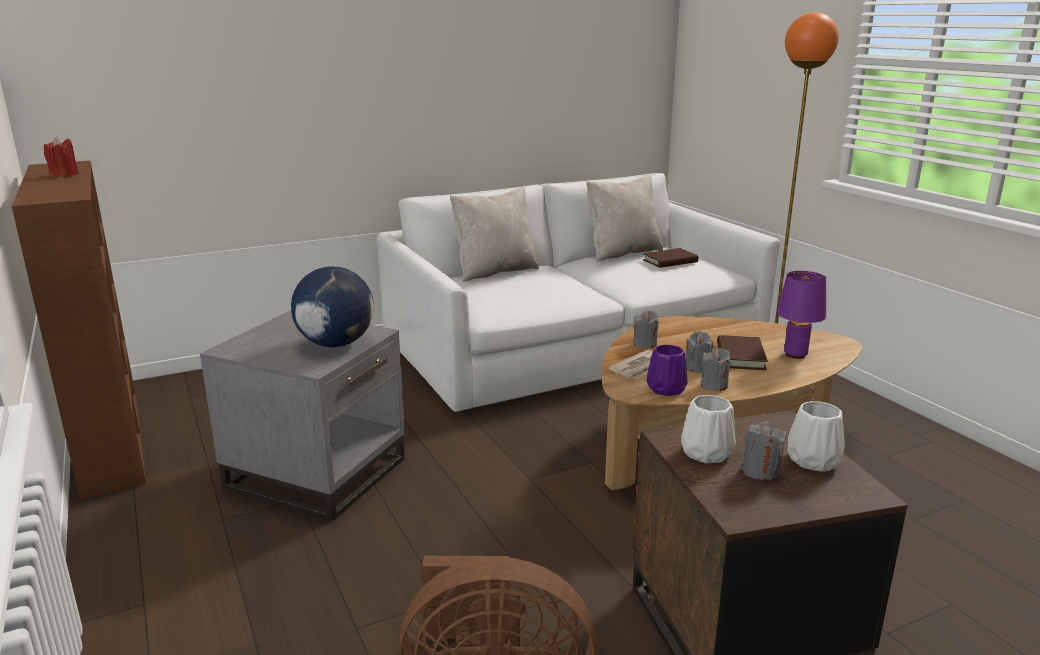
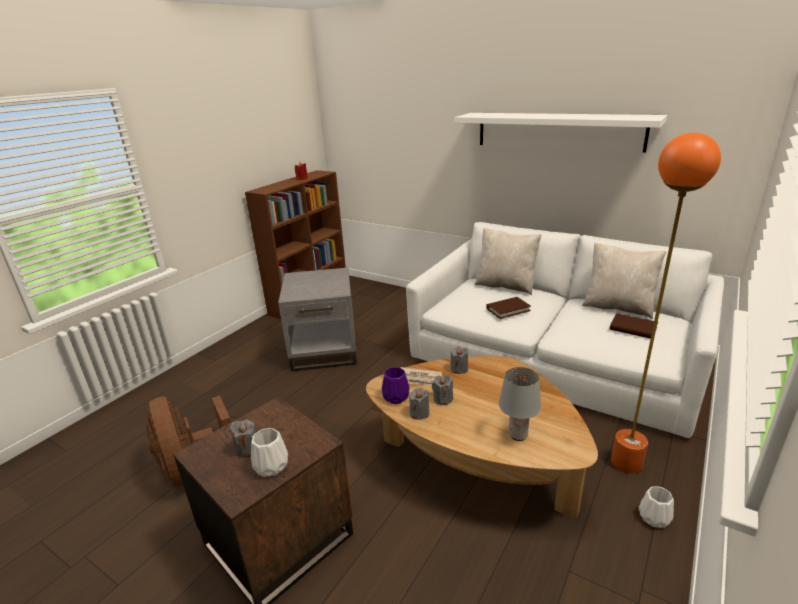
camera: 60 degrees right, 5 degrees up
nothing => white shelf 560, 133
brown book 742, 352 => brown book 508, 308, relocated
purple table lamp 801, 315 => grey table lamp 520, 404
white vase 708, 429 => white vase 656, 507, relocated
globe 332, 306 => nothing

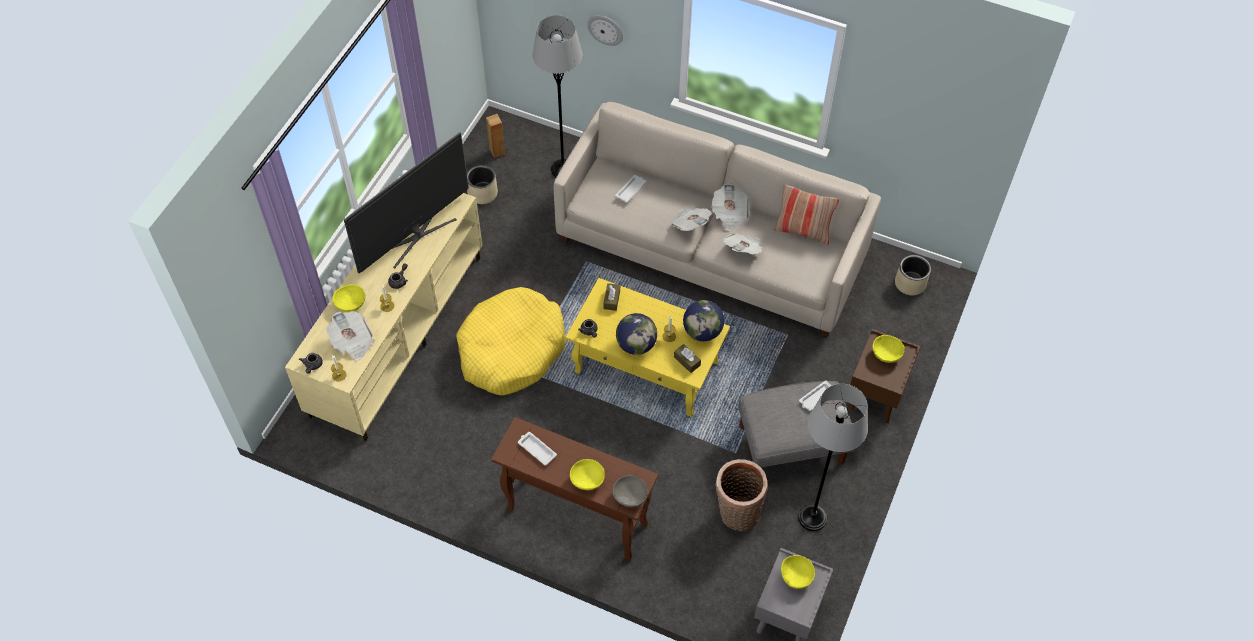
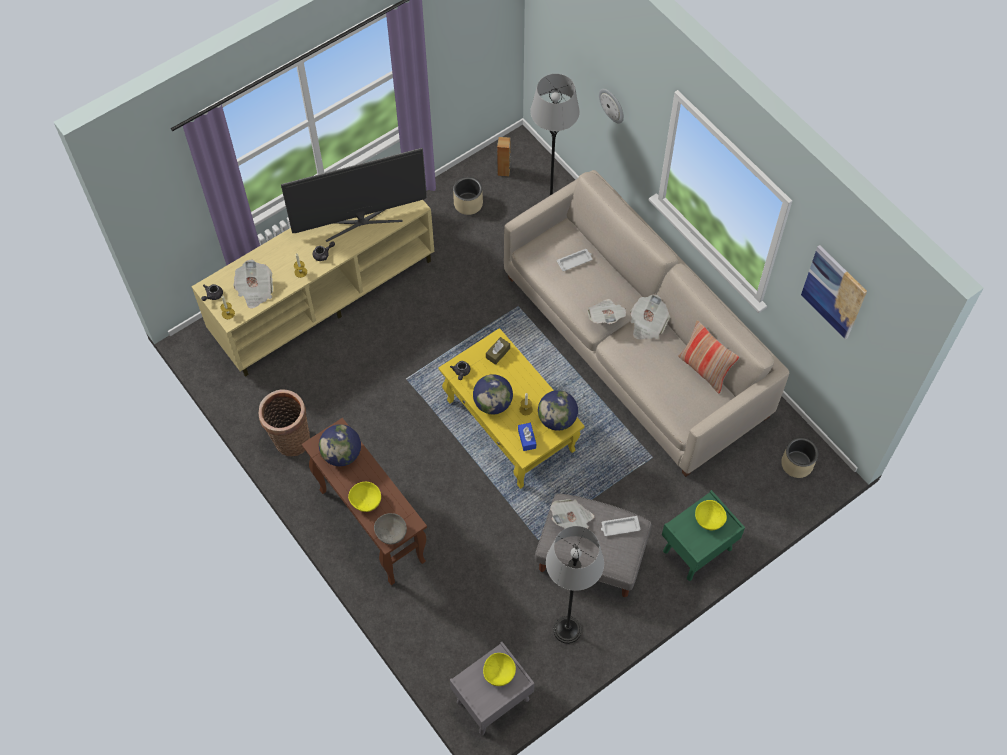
camera: 30 degrees right, 5 degrees up
basket 741, 495 => basket 284, 422, relocated
white tray 537, 449 => globe 340, 445
brown tissue box 687, 358 => blue tissue box 527, 437
newspaper 743, 244 => newspaper 572, 514, relocated
brown nightstand 884, 376 => green nightstand 703, 535
nothing => picture 834, 292
yellow bowl 349, 298 => nothing
yellow dog bed 511, 341 => nothing

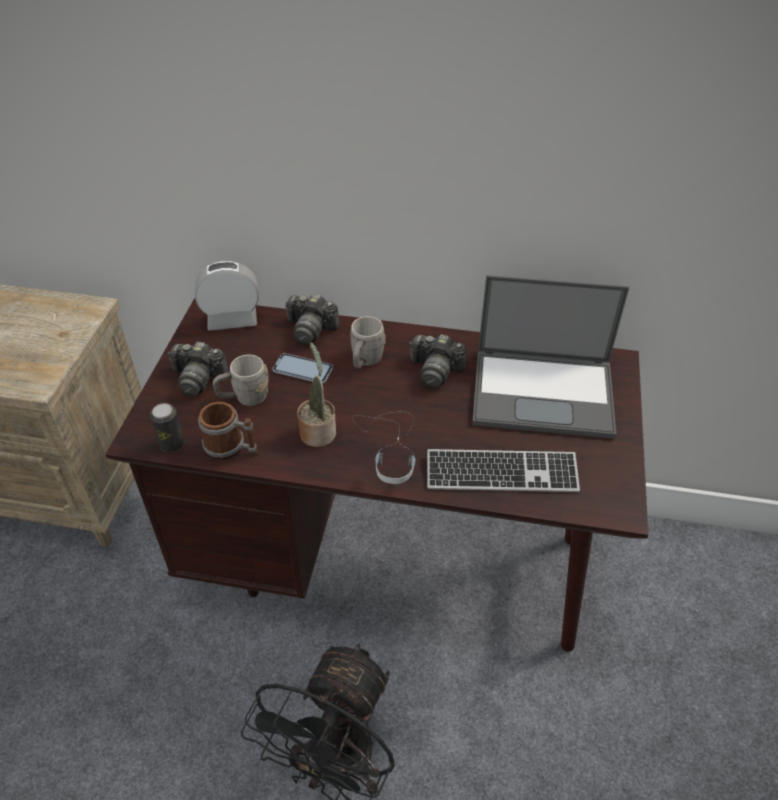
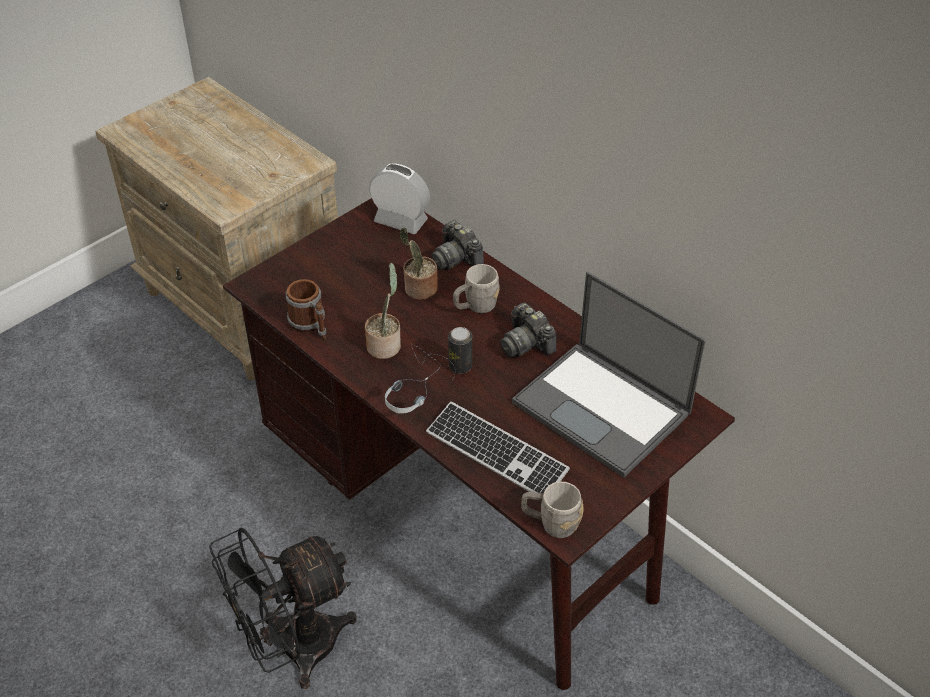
camera: 35 degrees right, 0 degrees up
phone 303, 368 => potted plant 418, 263
can 167, 427 => can 460, 350, relocated
grey mug 240, 380 => grey mug 552, 510, relocated
photo camera 198, 369 => nothing

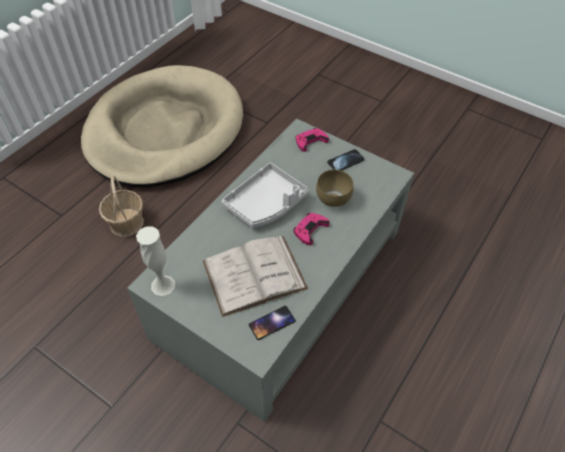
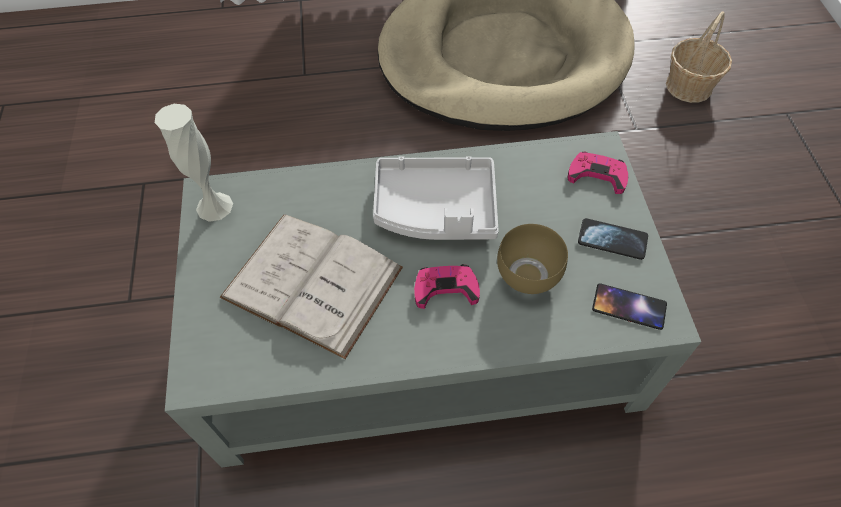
camera: 50 degrees right, 5 degrees up
phone 272, 323 => phone 629, 306, relocated
basket 121, 206 => basket 699, 57, relocated

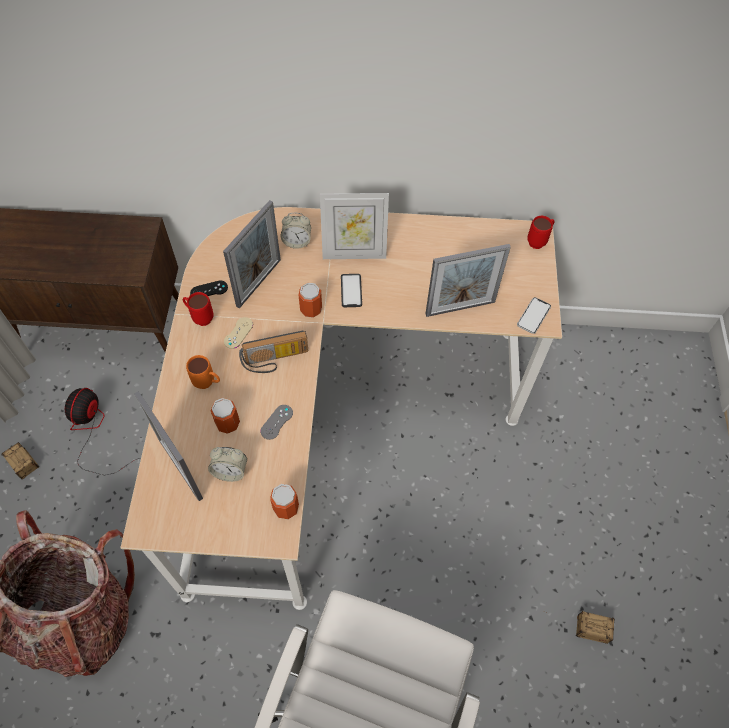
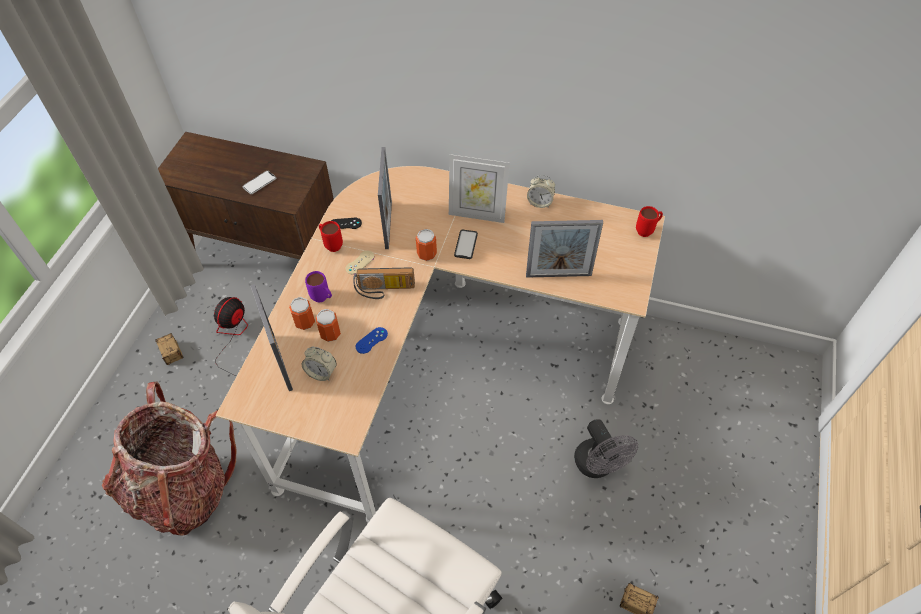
camera: 15 degrees right, 5 degrees down
phone 534, 315 => phone 259, 182, relocated
can 284, 501 => can 302, 313, relocated
orange mug 203, 372 => purple mug 318, 287
grey game controller 277, 422 => blue game controller 371, 340
picture frame 252, 254 => picture frame 385, 198, 45 degrees counterclockwise
alarm clock 296, 231 => alarm clock 541, 191, relocated
nothing => grey fan 606, 448

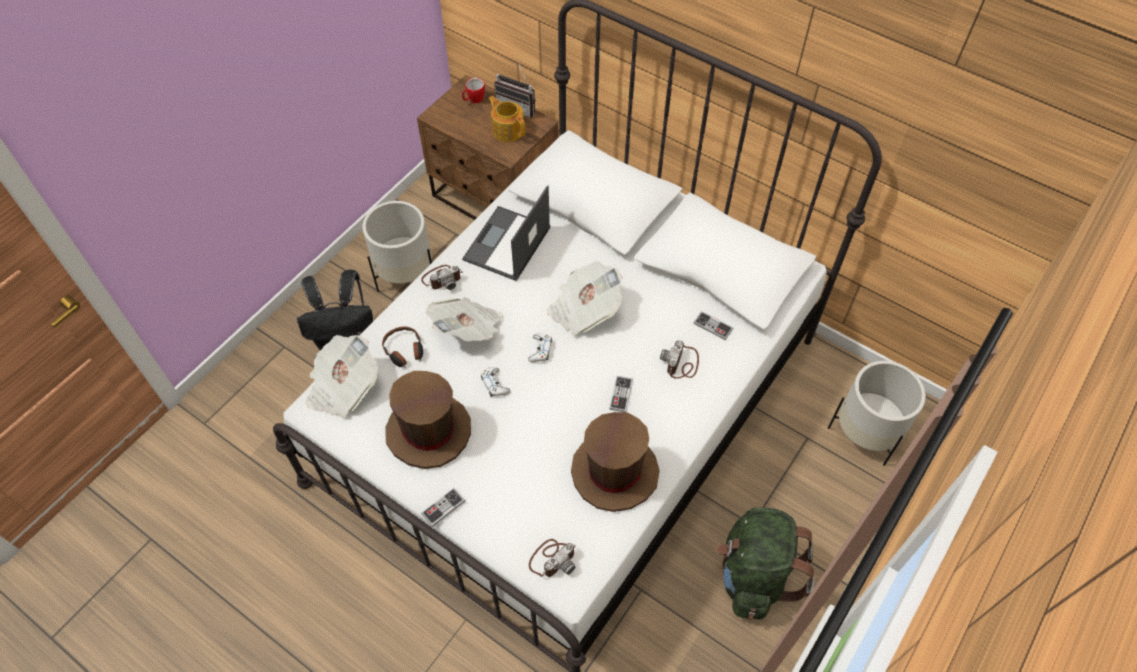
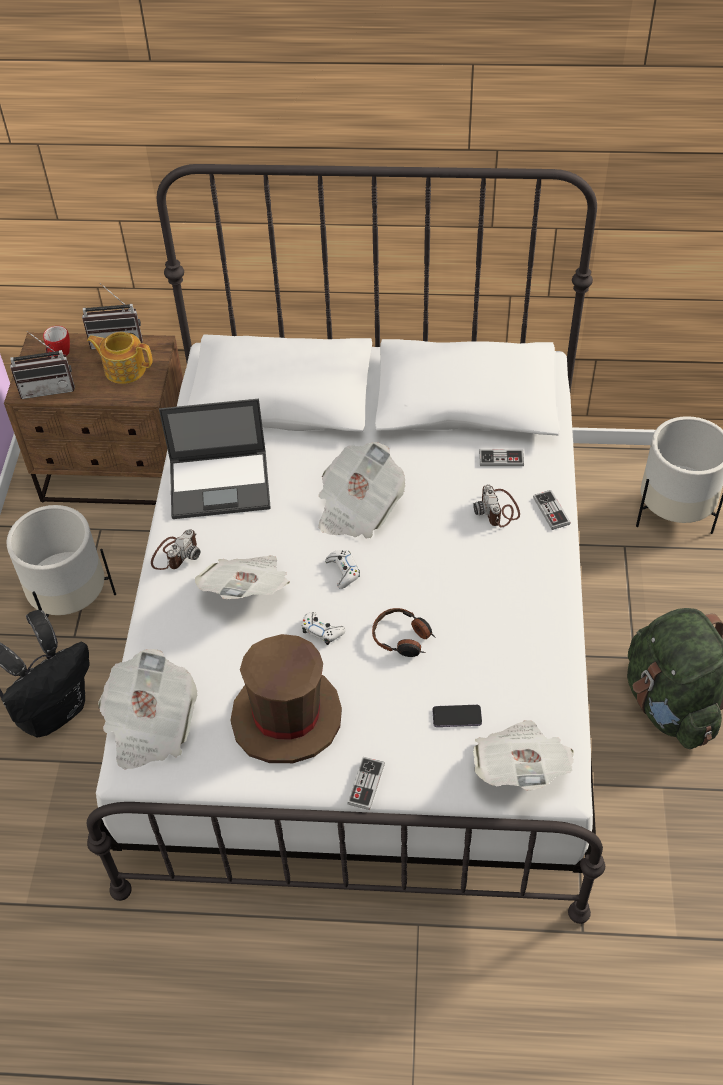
camera: 30 degrees left, 5 degrees down
nothing => radio 42, 365
laptop 506, 233 => laptop 215, 459, 90 degrees counterclockwise
headphones 402, 347 => headphones 403, 632, relocated
nothing => phone 457, 716
photo camera 552, 558 => newspaper 523, 755
game controller 621, 394 => game controller 552, 510, relocated
brown hat 615, 462 => nothing

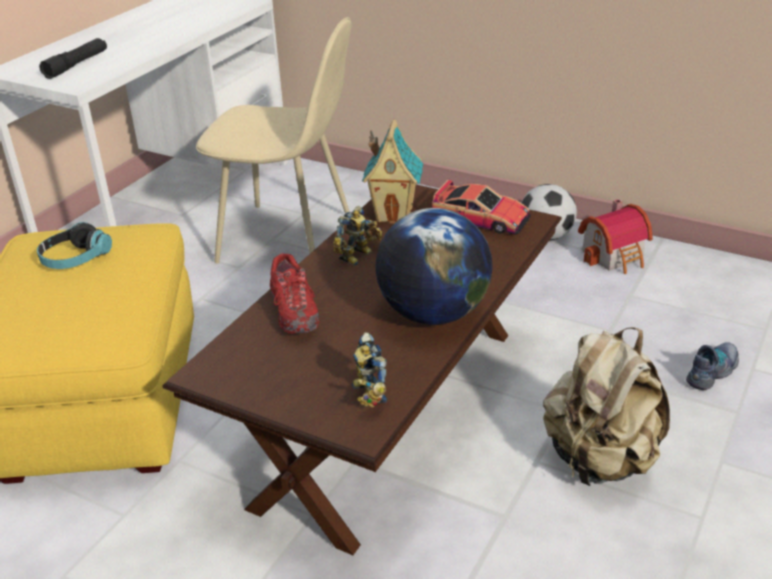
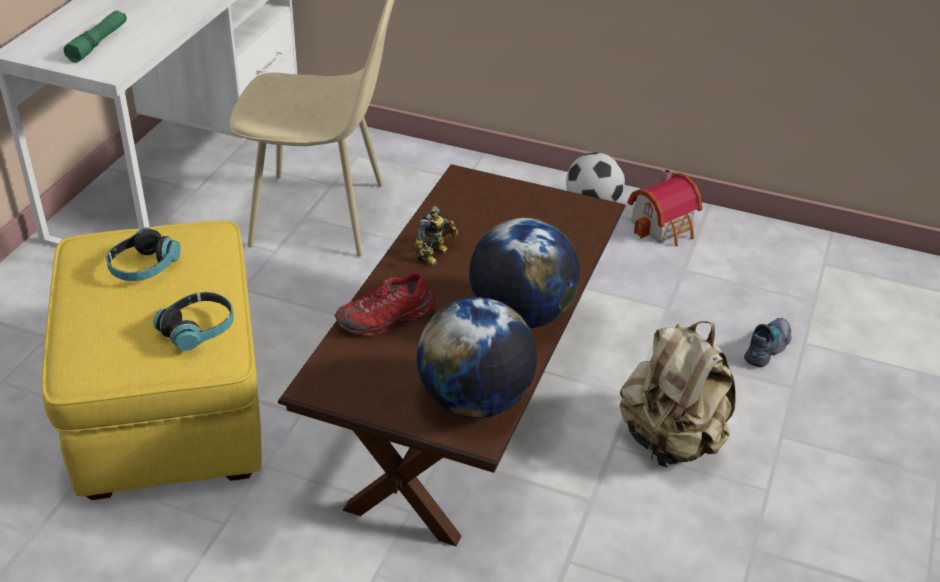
camera: 10 degrees left, 5 degrees up
black flashlight 73, 58 => green flashlight 95, 37
nothing => headphones 193, 321
red shoe 294, 293 => red shoe 384, 304, 90 degrees clockwise
toy robot 369, 370 => globe 476, 357
toy house 392, 171 => nothing
toy car 481, 207 => nothing

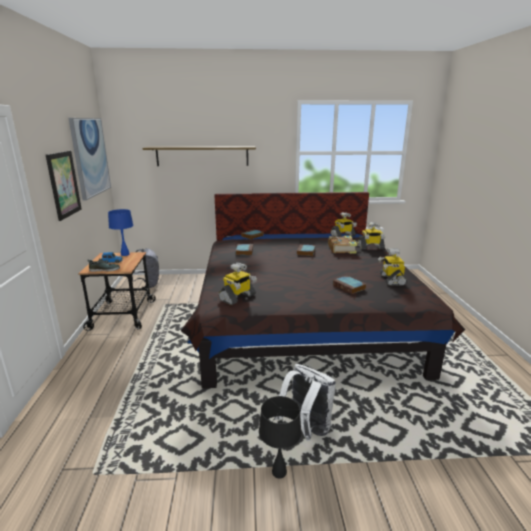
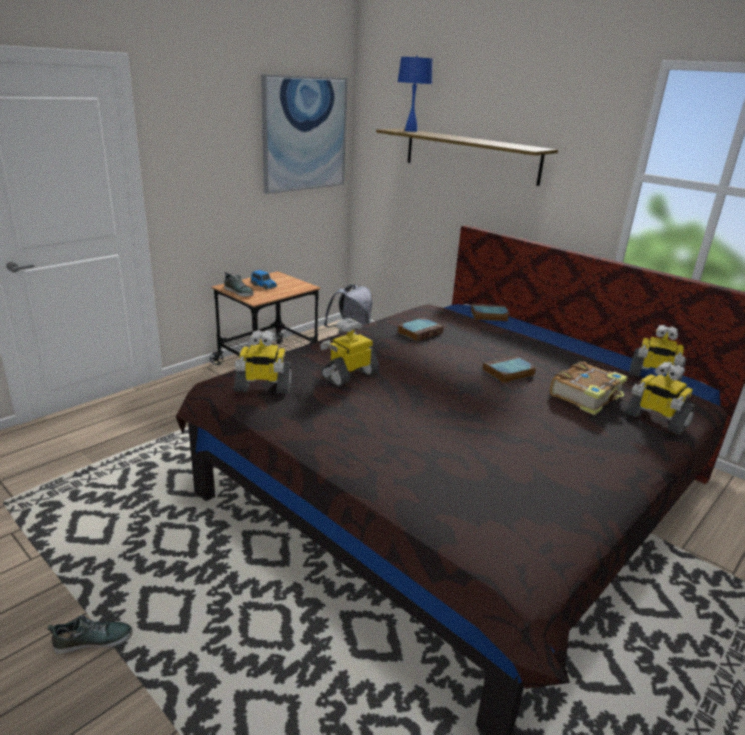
camera: 45 degrees right, 5 degrees up
black table lamp 280, 437 => shoe 90, 634
toy robot 392, 267 => toy robot 350, 352, relocated
blue table lamp 120, 232 => blue table lamp 414, 94, relocated
picture 64, 185 => nothing
white backpack 305, 402 => nothing
book 349, 285 => nothing

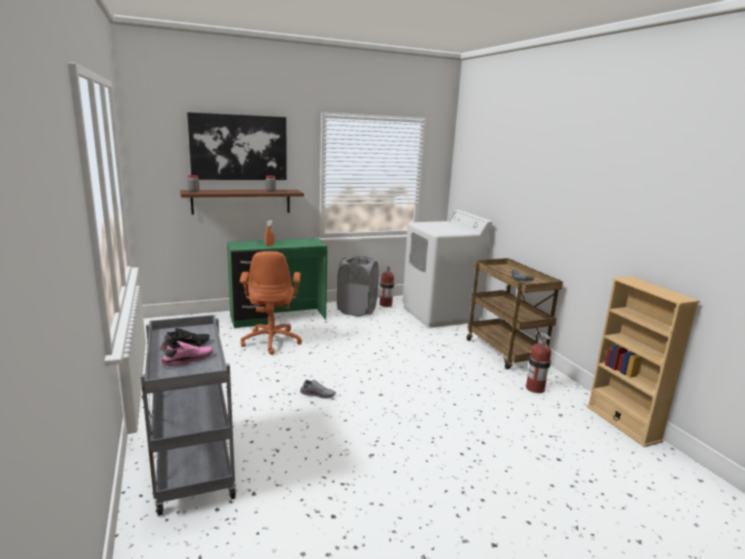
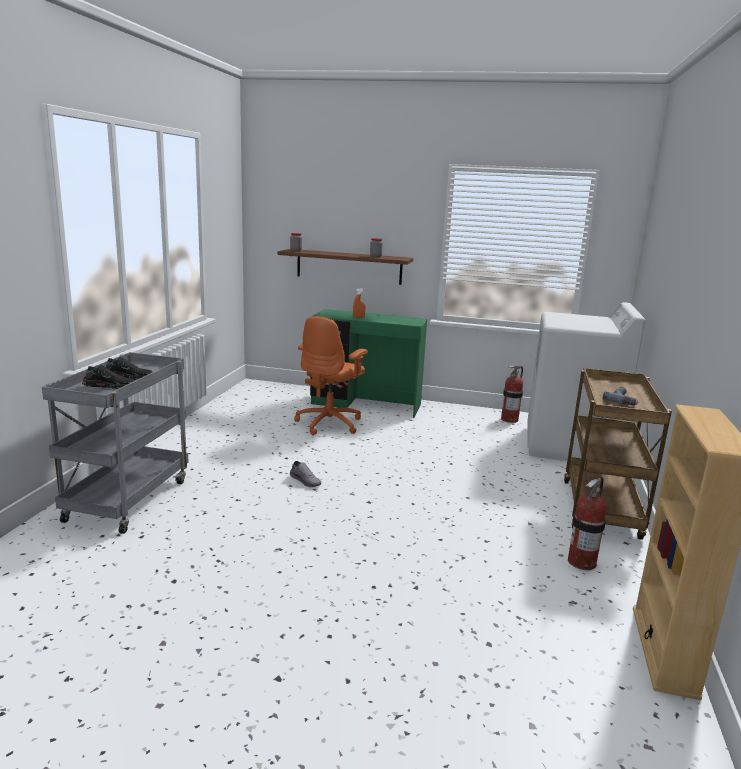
camera: 35 degrees right, 0 degrees up
pink shoe 186, 354 => black shoe 108, 377
picture 237, 146 => nothing
grey laundry basket 358, 286 => nothing

